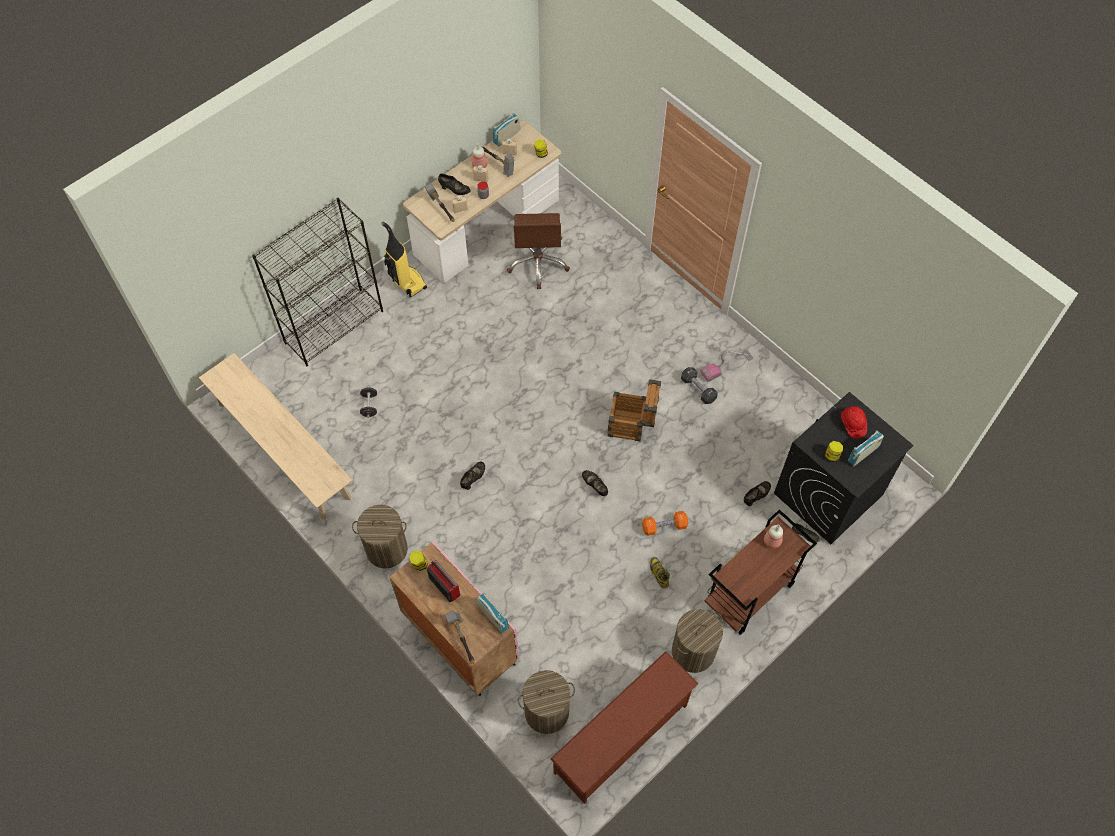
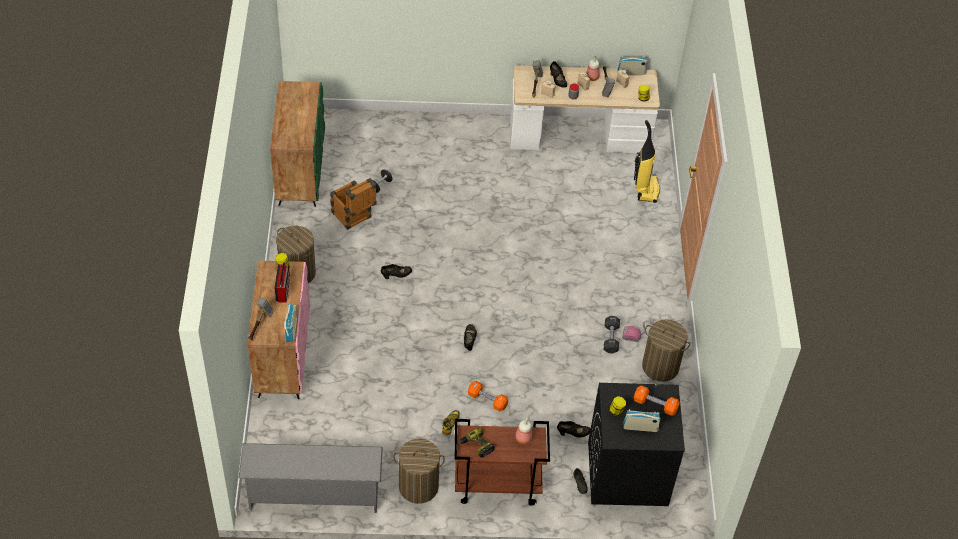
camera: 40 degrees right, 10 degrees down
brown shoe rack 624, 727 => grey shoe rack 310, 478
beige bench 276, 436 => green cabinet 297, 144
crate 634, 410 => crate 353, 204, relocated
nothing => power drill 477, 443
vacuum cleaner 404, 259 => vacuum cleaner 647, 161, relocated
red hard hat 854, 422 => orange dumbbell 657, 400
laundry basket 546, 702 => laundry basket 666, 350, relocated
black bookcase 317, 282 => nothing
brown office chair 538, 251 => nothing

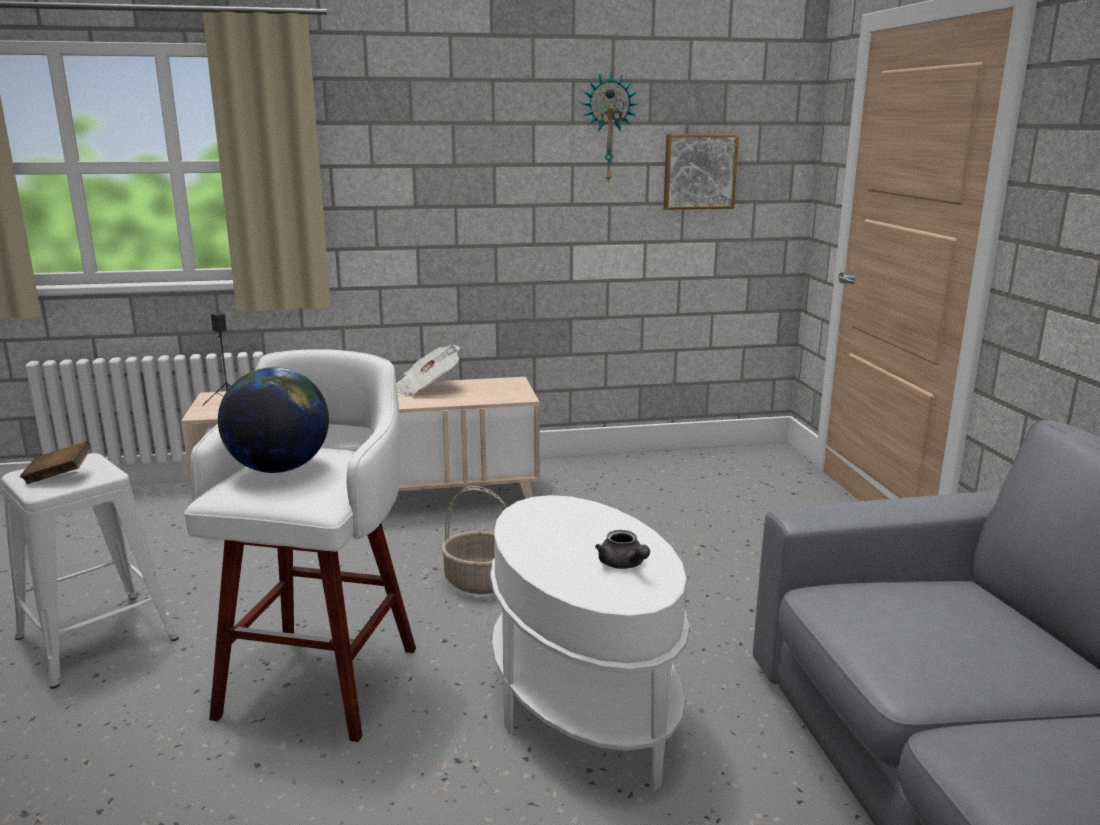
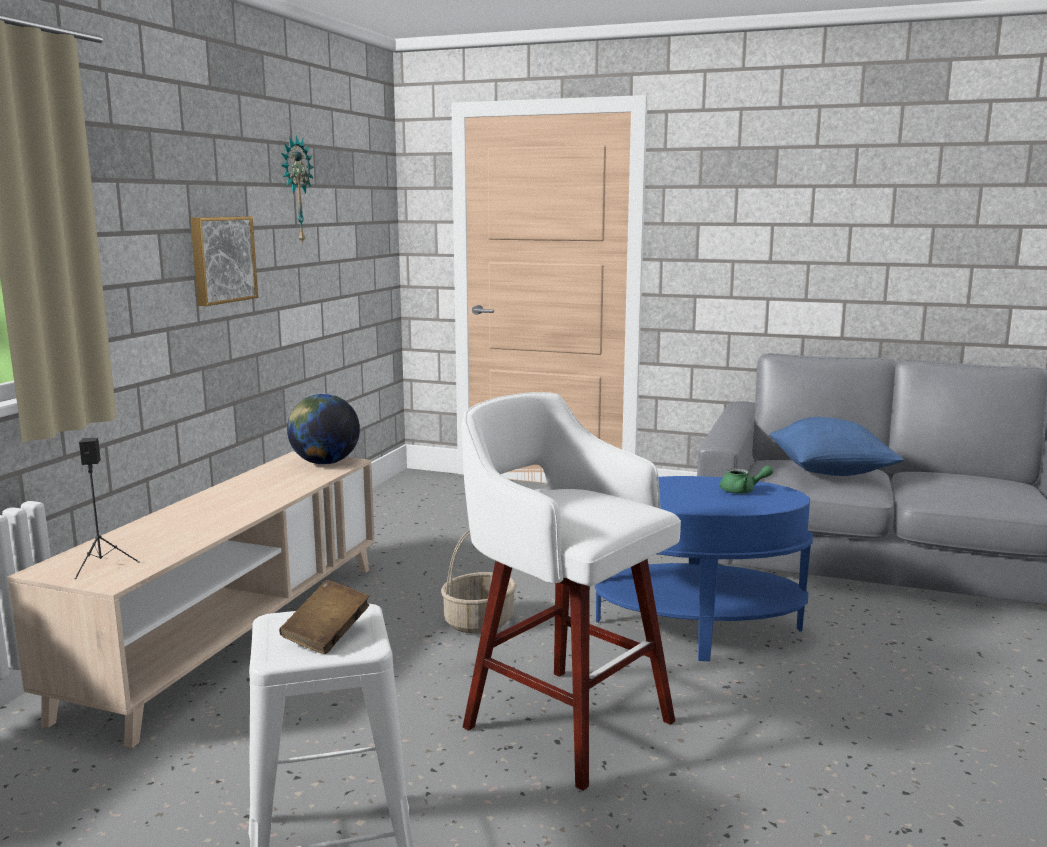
camera: 60 degrees left, 5 degrees down
picture 701, 172 => picture 224, 261, relocated
globe 273, 420 => globe 323, 429, relocated
white side table 590, 643 => blue side table 704, 568
grey teapot 622, 549 => green teapot 746, 480
nothing => blue pillow 837, 446
newspaper 428, 369 => nothing

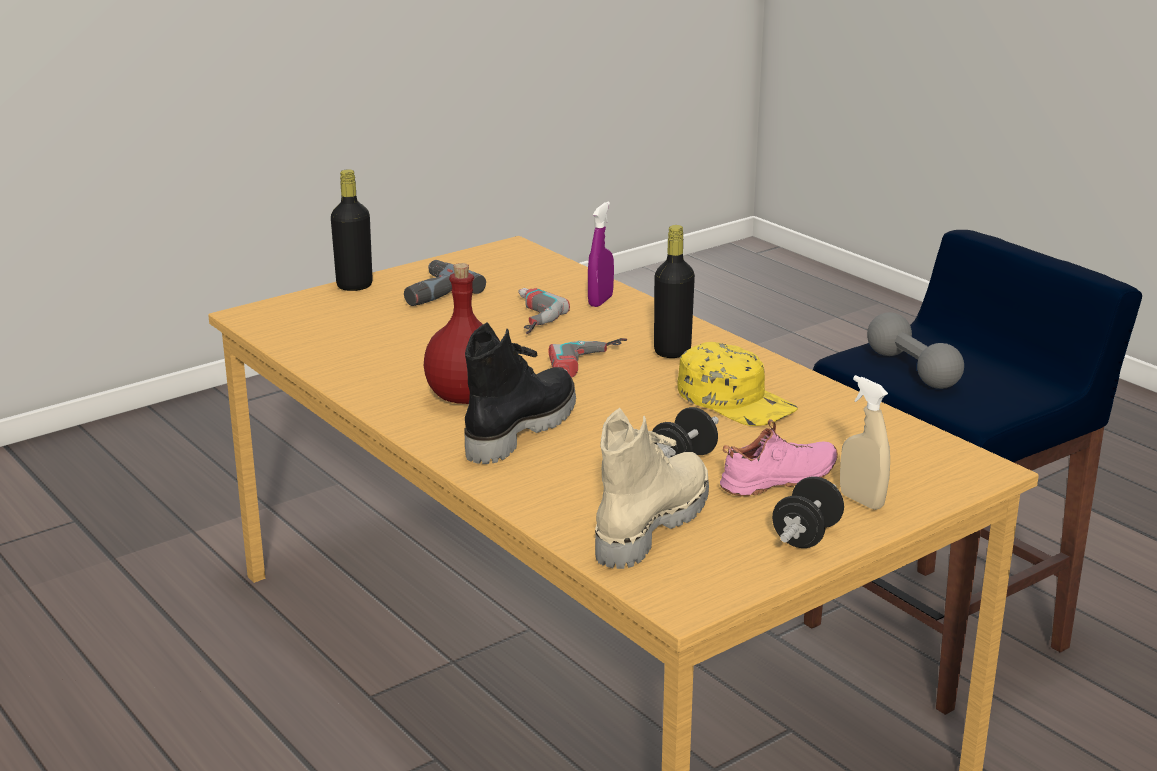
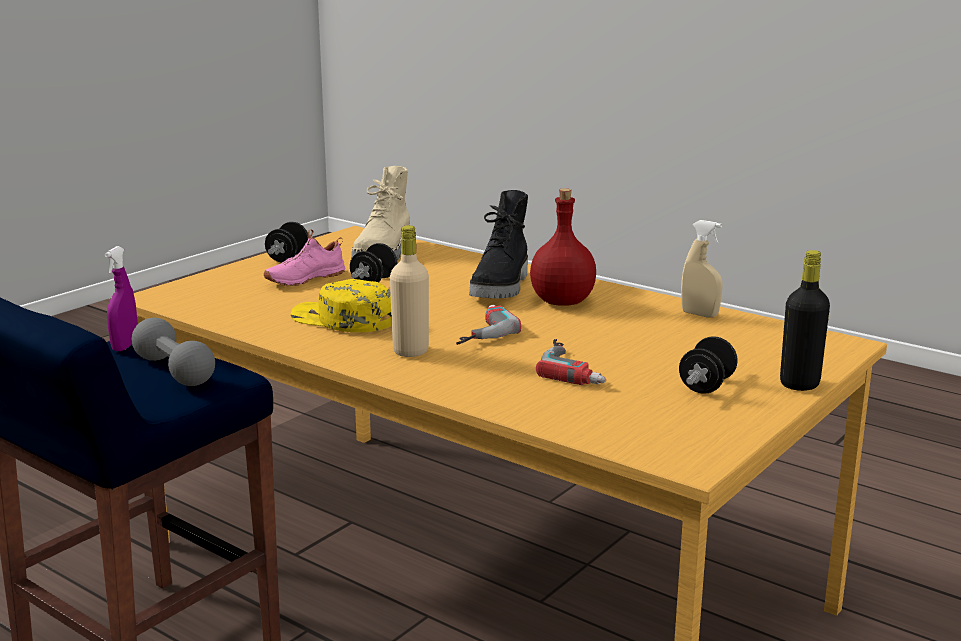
camera: 165 degrees right, 5 degrees down
purple spray bottle 601, 254 => purple spray bottle 121, 298, relocated
black bottle 674, 291 => beige bottle 409, 291
power drill 445, 283 => black dumbbell 708, 365
beige spray bottle 865, 442 => beige spray bottle 702, 268, relocated

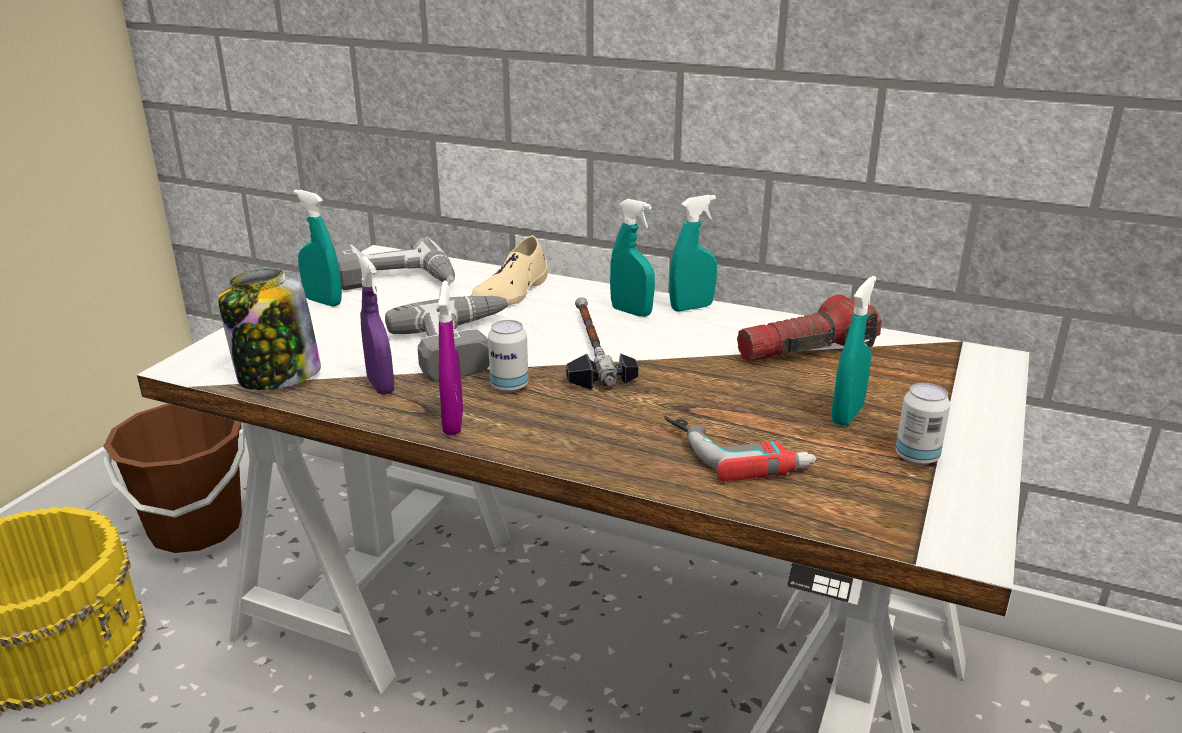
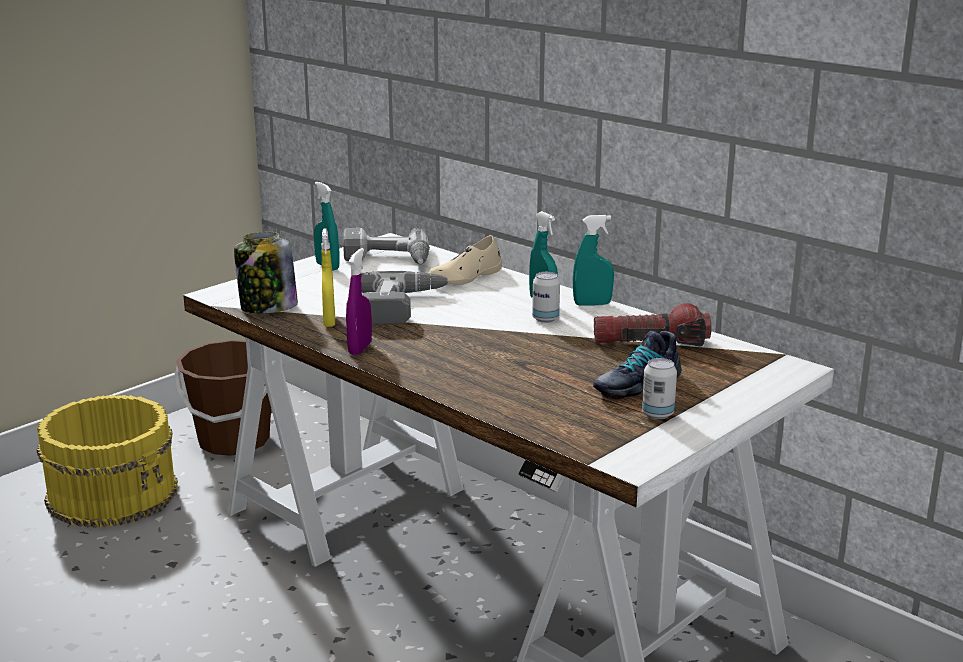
camera: 20 degrees right, 5 degrees down
purple spray bottle 376, 325 => yellow spray bottle 328, 277
can 508, 356 => can 546, 297, relocated
turquoise spray bottle 854, 351 => shoe 637, 365
hammer 602, 343 => nothing
power drill 740, 448 => nothing

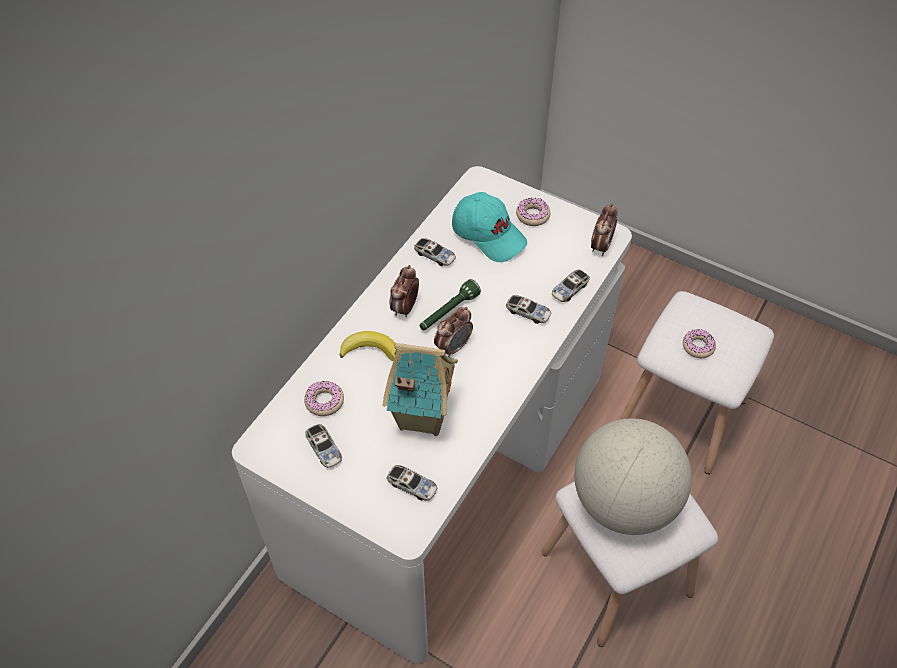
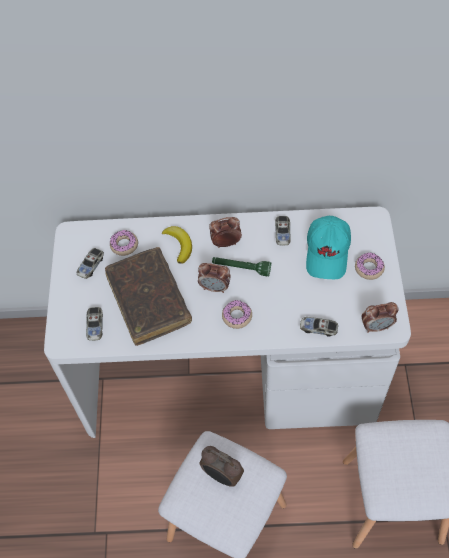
camera: 60 degrees right, 5 degrees up
toy house 420, 389 => brown book 148, 296
globe 633, 476 => alarm clock 221, 466
donut 699, 343 => donut 237, 314, relocated
toy car 528, 309 => nothing

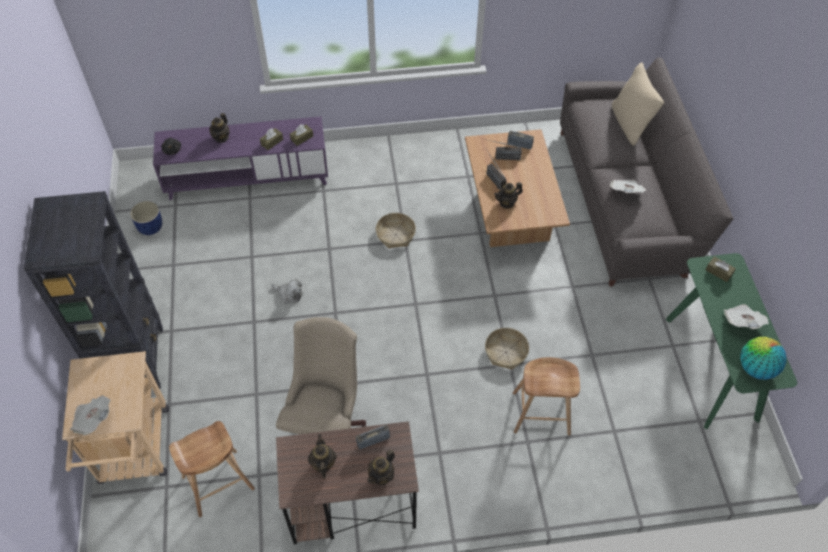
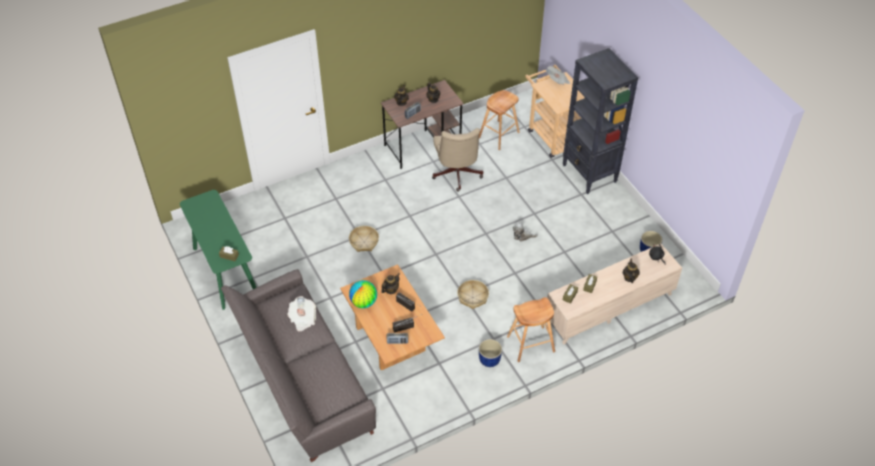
camera: 160 degrees right, 5 degrees down
globe 763, 358 => globe 363, 294, relocated
nothing => blue planter 490, 353
brown stool 546, 396 => brown stool 531, 329, relocated
purple tv stand 240, 158 => beige tv stand 614, 294
beige pillow 638, 104 => nothing
newspaper 746, 316 => nothing

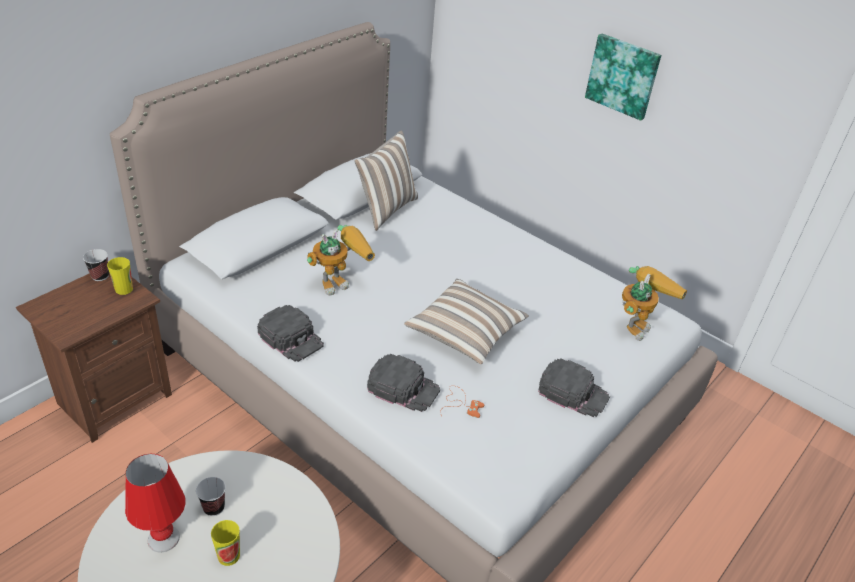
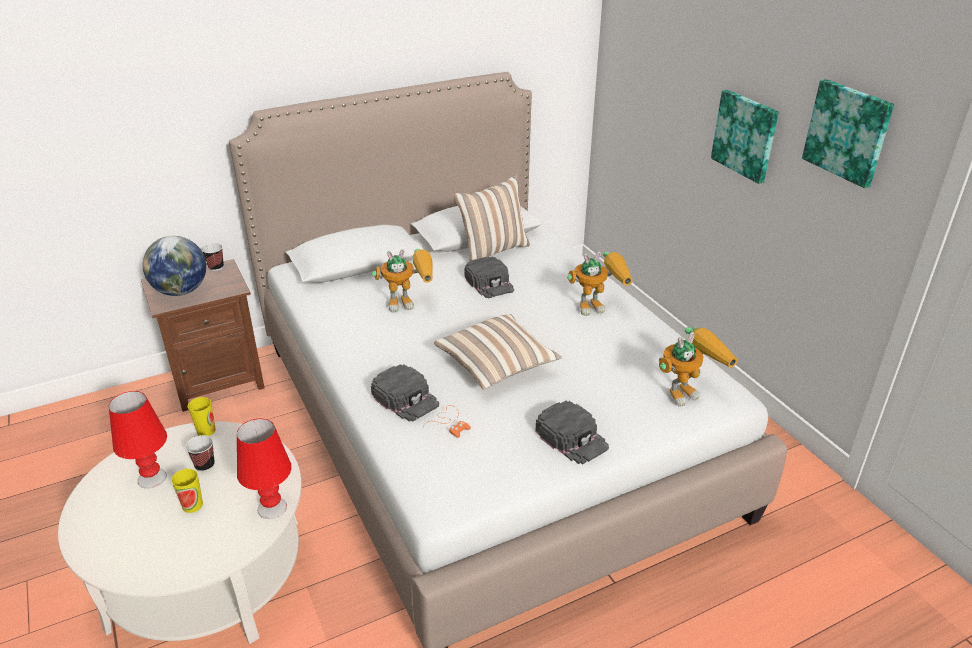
camera: 25 degrees right, 5 degrees down
nothing => globe 174, 266
cup 120, 276 => cup 202, 416, relocated
nothing => red table lamp 264, 469
black cap 290, 333 => black cap 489, 278, relocated
nothing => toy robot 600, 284
nothing => picture 848, 133

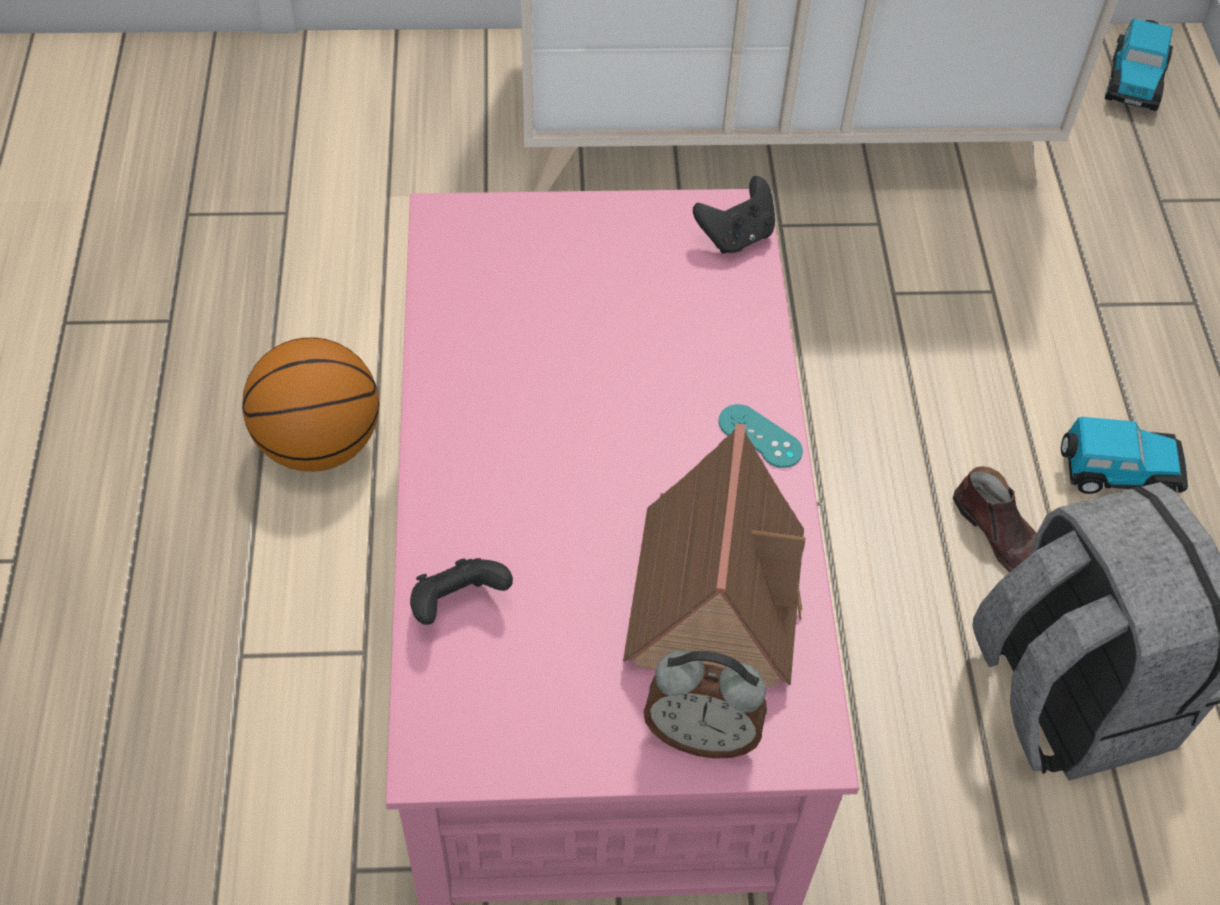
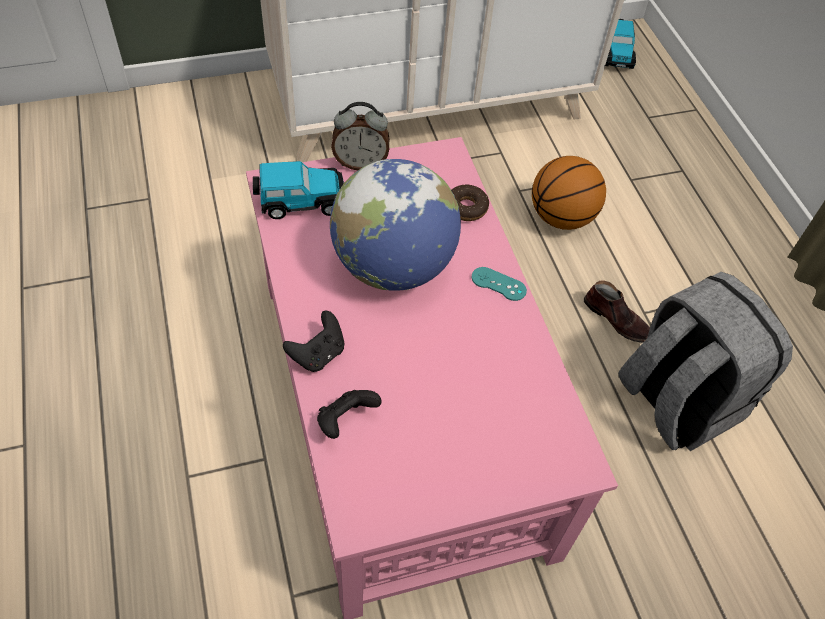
camera: 15 degrees left, 0 degrees up
toy car 1124, 455 => toy car 298, 190, relocated
black game controller 734, 215 => black game controller 313, 341, relocated
nothing => globe 395, 225
alarm clock 705, 704 => alarm clock 360, 136, relocated
nothing => donut 470, 203
basketball 310, 404 => basketball 569, 193, relocated
toy house 714, 555 => nothing

